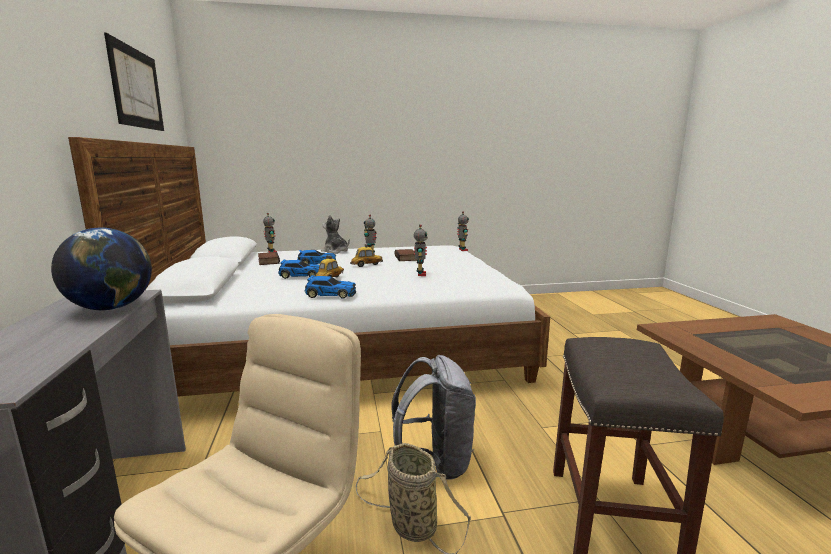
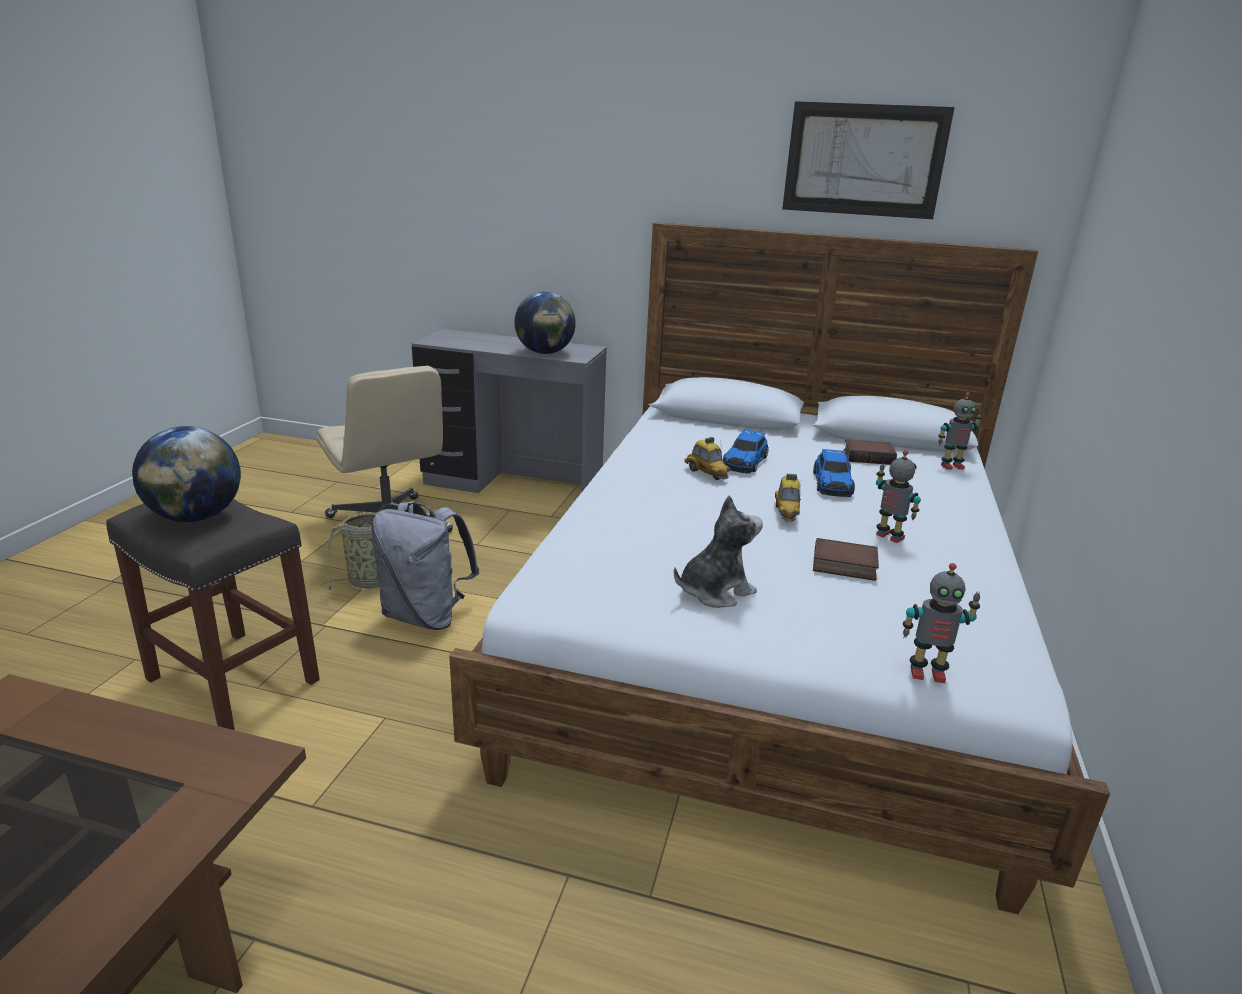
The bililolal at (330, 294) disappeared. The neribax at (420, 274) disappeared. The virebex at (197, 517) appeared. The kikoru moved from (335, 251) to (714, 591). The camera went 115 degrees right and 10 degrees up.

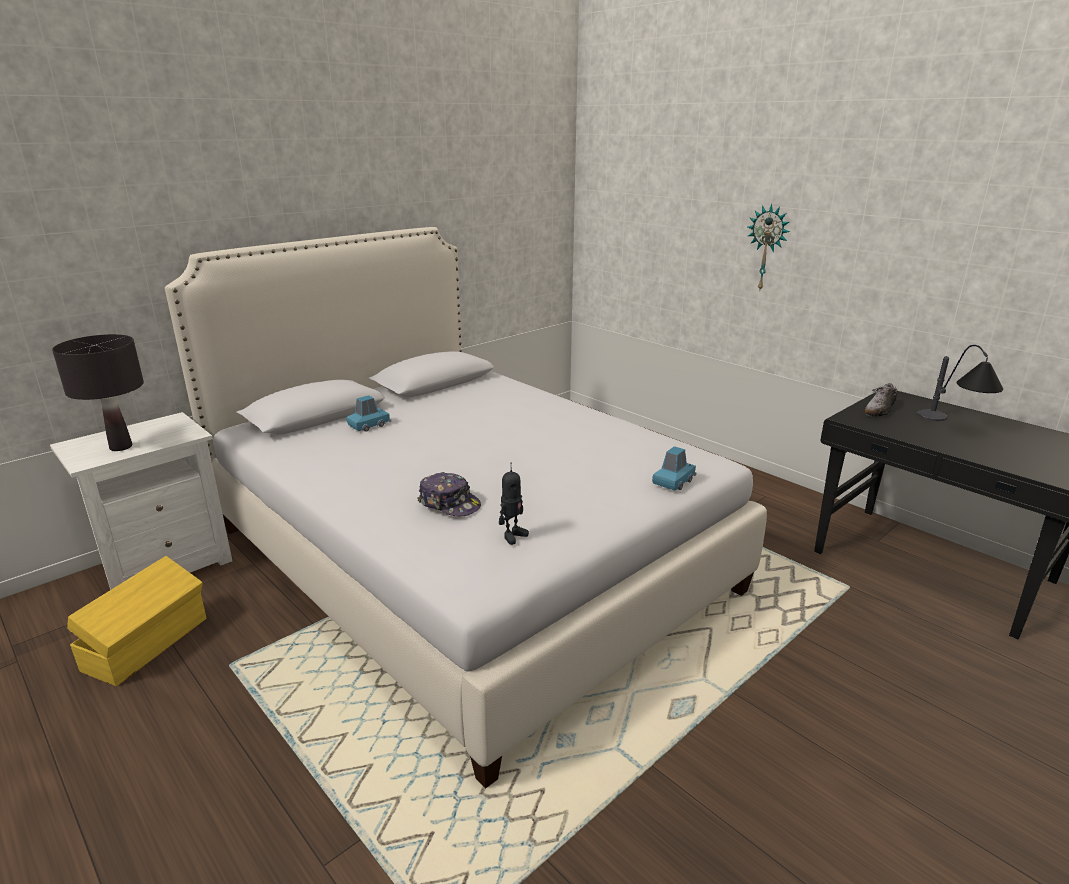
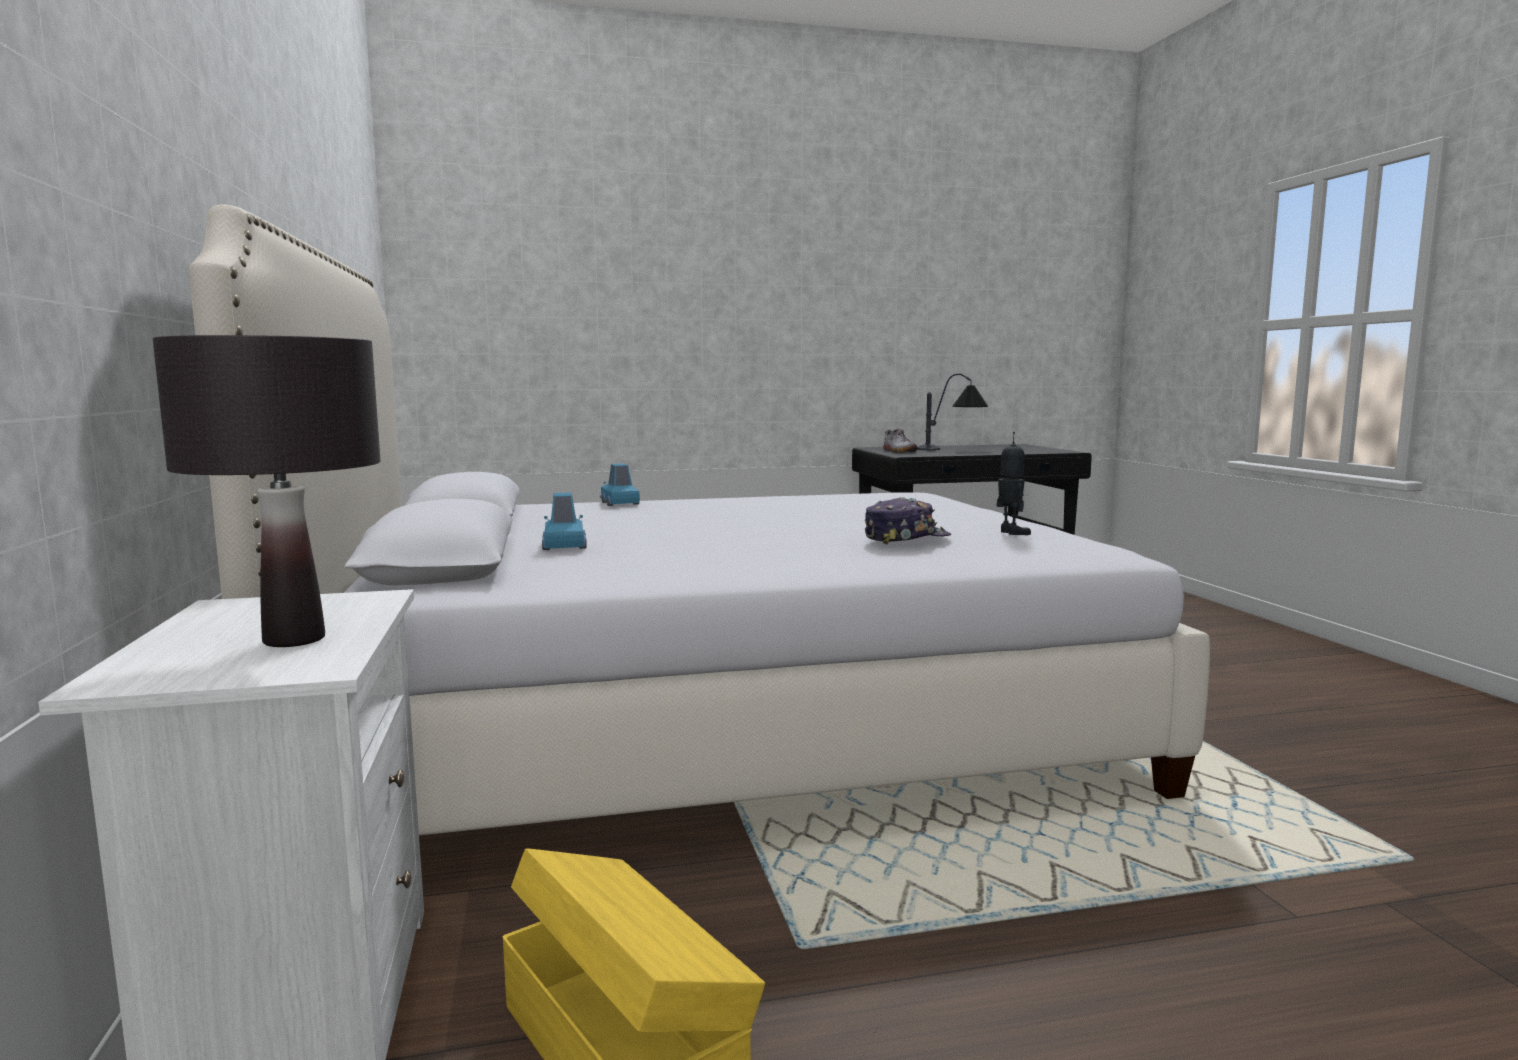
The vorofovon at (767, 248) disappeared. The blue bililolal moved from (673, 481) to (620, 503). The camera went 60 degrees left and 15 degrees down.

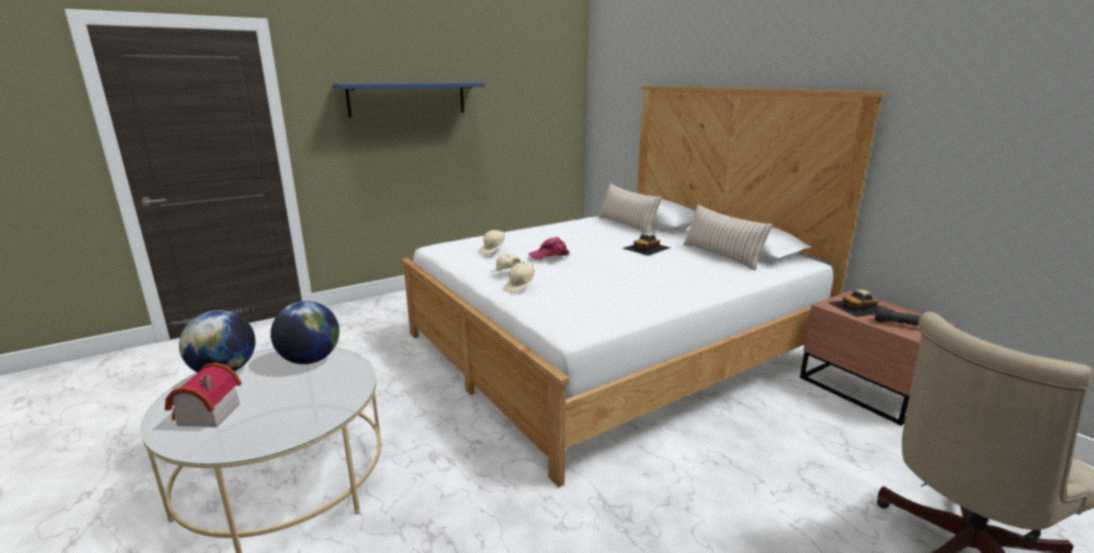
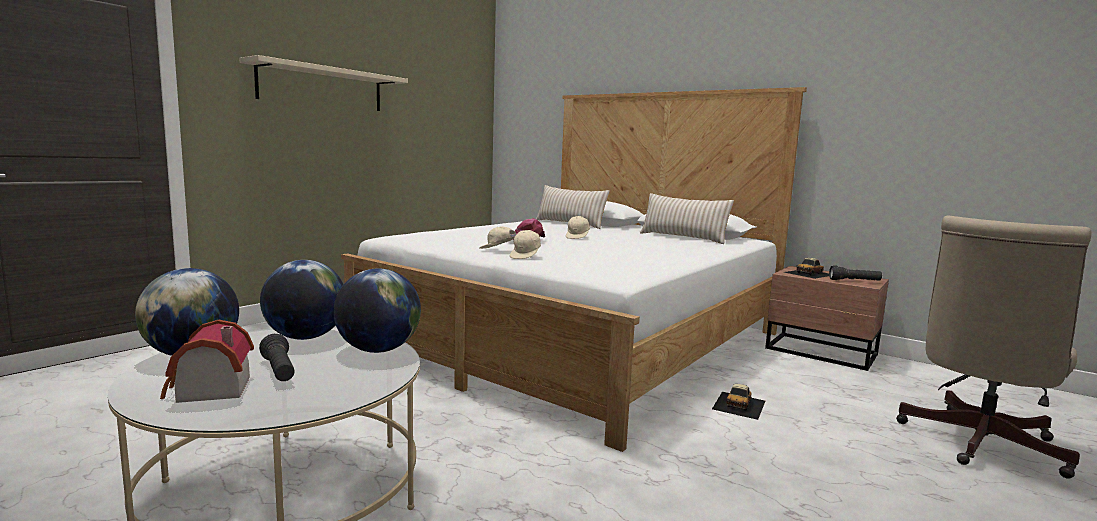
The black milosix at (279, 371) appeared. The virebex at (378, 350) appeared. The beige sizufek moved from (493, 250) to (578, 237). The bililolal moved from (647, 248) to (739, 404). The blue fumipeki at (408, 99) became the beige fumipeki at (322, 87). The camera went 20 degrees left and 10 degrees down.

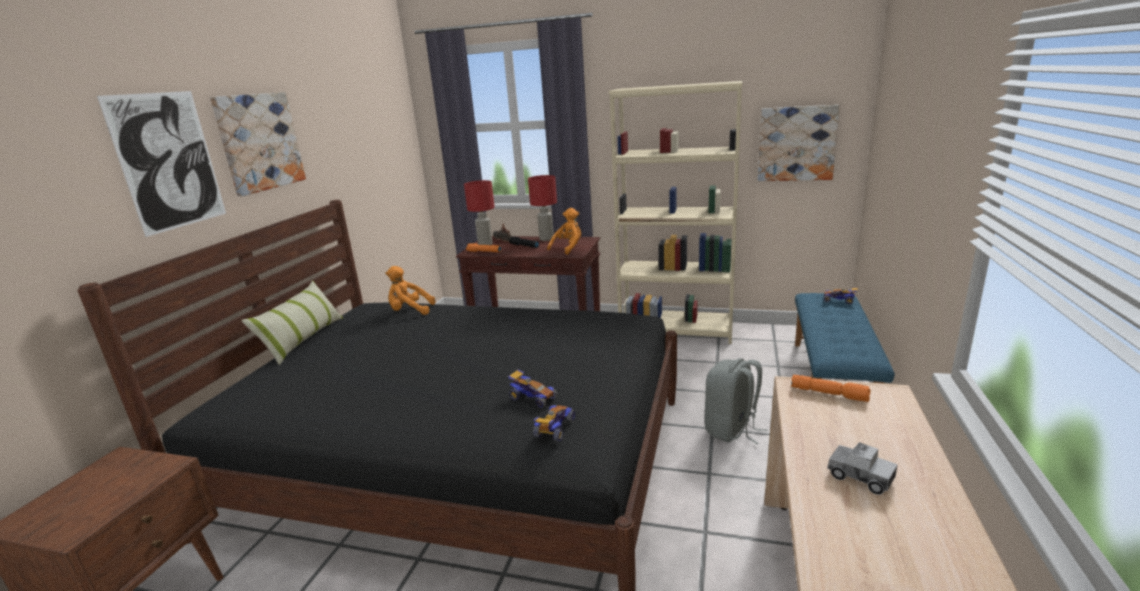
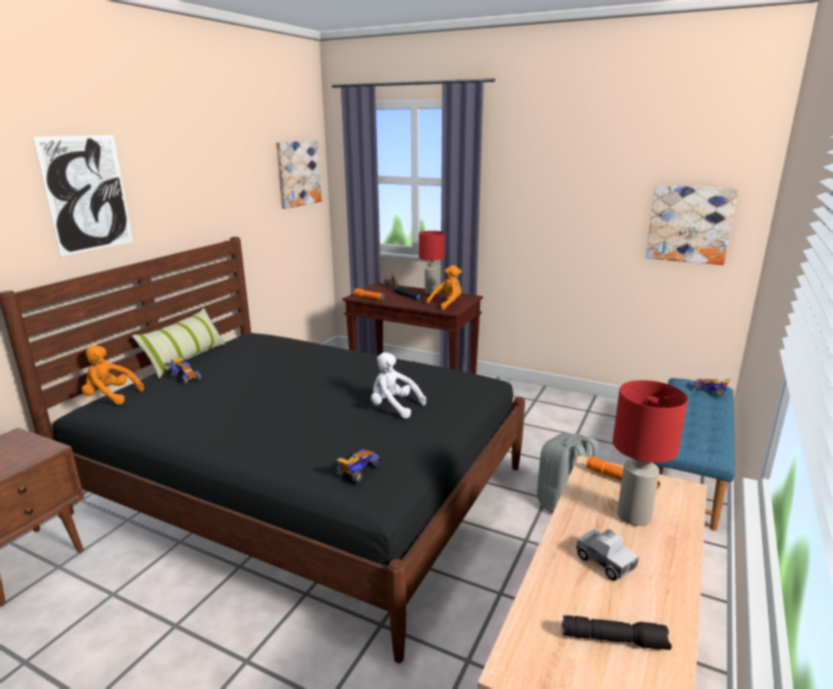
The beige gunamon at (676, 331) disappeared. The white kikoru at (394, 407) appeared. The black milosix at (614, 639) appeared. The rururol moved from (259, 142) to (298, 173). The orange kikoru moved from (409, 311) to (111, 396). The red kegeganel moved from (485, 244) to (633, 516). The bililolal moved from (532, 398) to (185, 378). The camera went 10 degrees right and 0 degrees up.

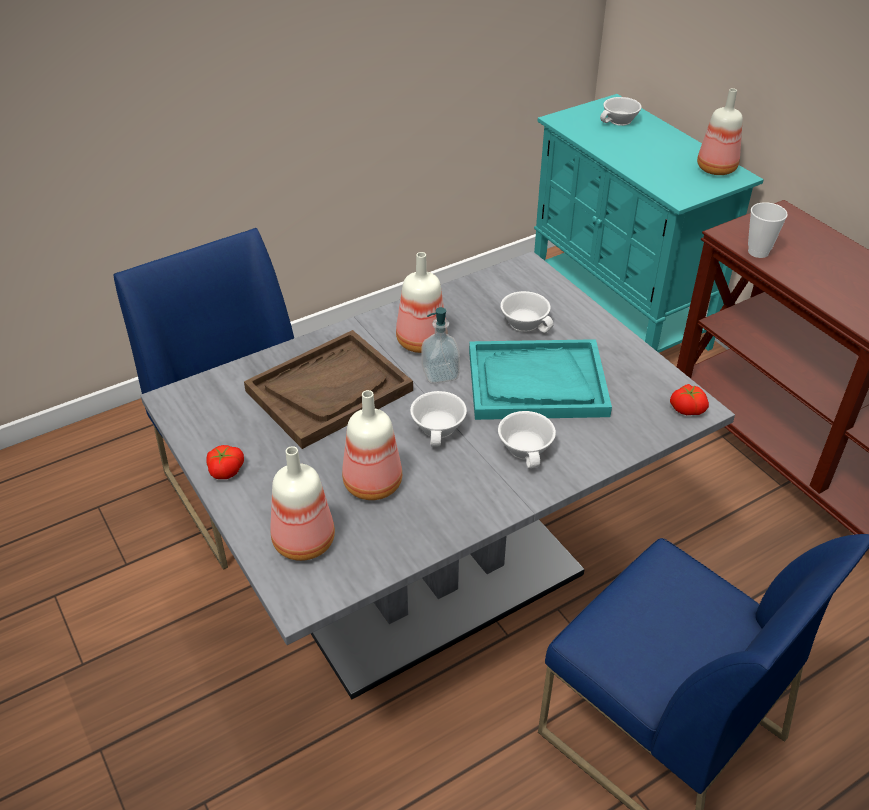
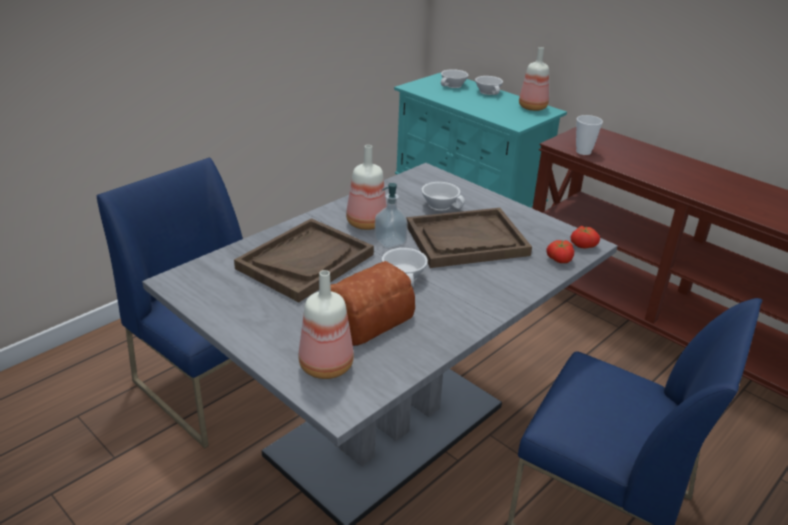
The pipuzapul moved from (225, 470) to (558, 259). The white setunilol moved from (527, 449) to (489, 92). The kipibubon at (371, 483) was replaced by the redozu at (365, 319). The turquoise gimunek at (536, 383) became the brown gimunek at (466, 240). The camera went 15 degrees left and 10 degrees down.

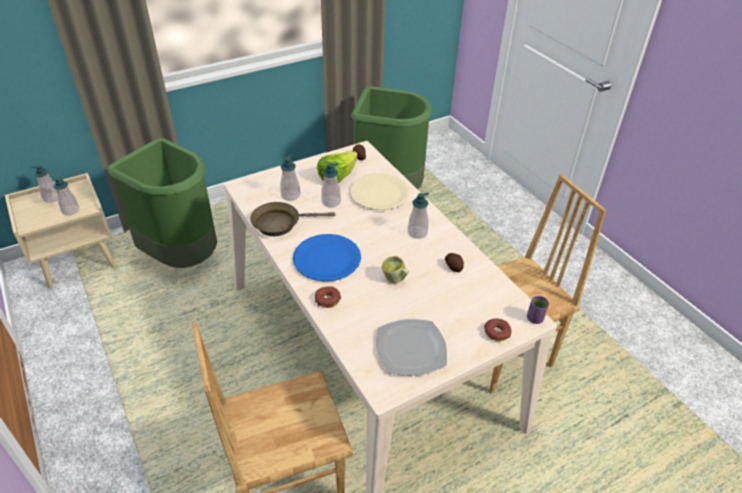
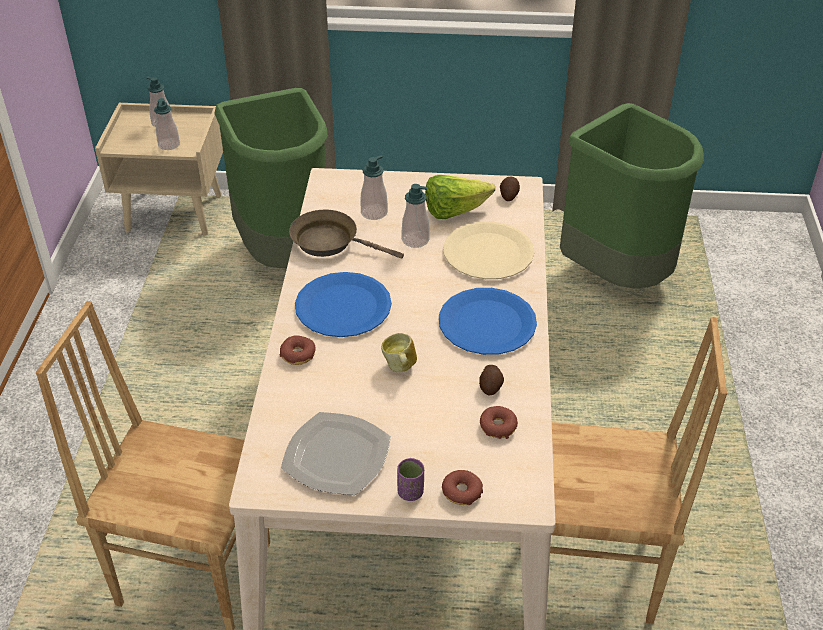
The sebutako at (498, 426) appeared. The purple setunilol moved from (535, 318) to (410, 492). The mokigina at (417, 232) was replaced by the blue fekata at (487, 323). The camera went 35 degrees right and 0 degrees up.

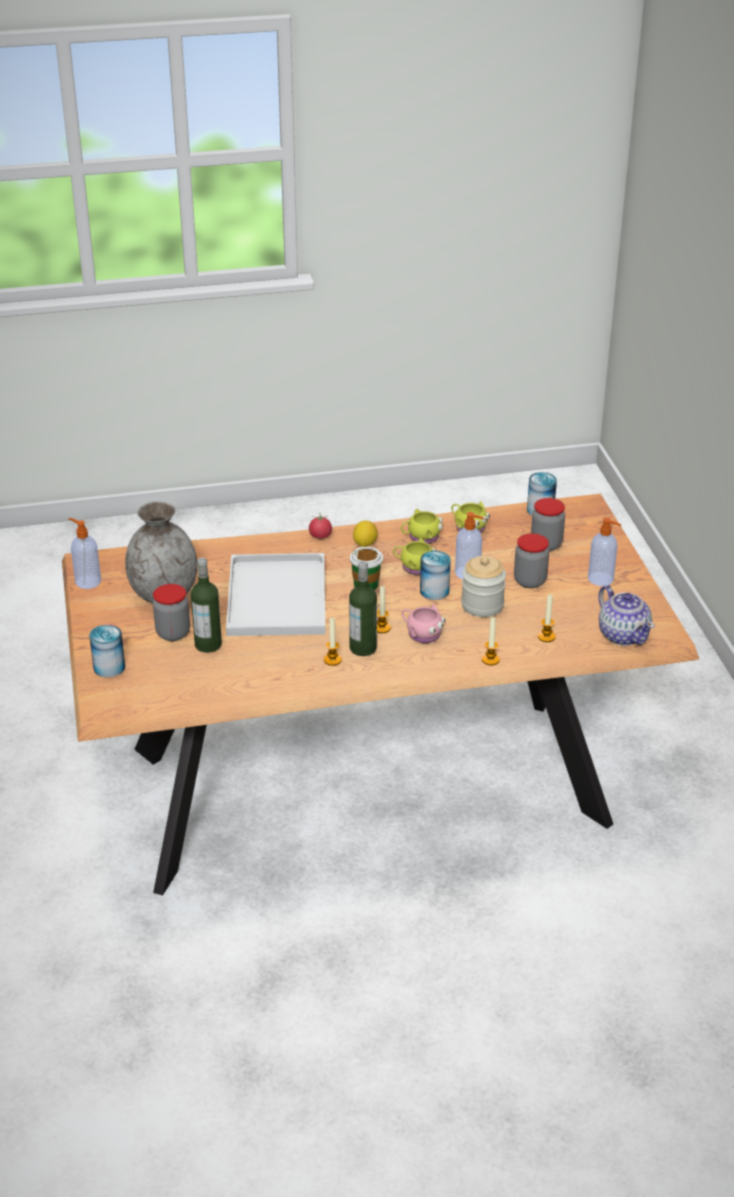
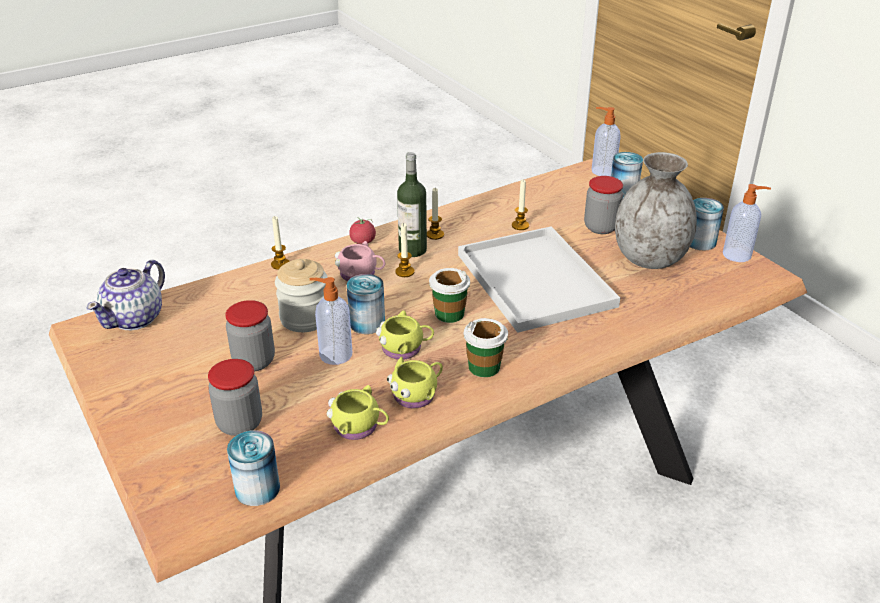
The kipibubon at (208, 644) disappeared. The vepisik at (700, 242) appeared. The pipuzapul moved from (320, 536) to (363, 241). The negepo moved from (546, 637) to (520, 225). The mokigina moved from (601, 579) to (602, 171). The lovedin at (365, 544) was replaced by the setunilol at (484, 367). The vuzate at (623, 635) turned 105 degrees counterclockwise. The camera went 160 degrees right and 0 degrees up.

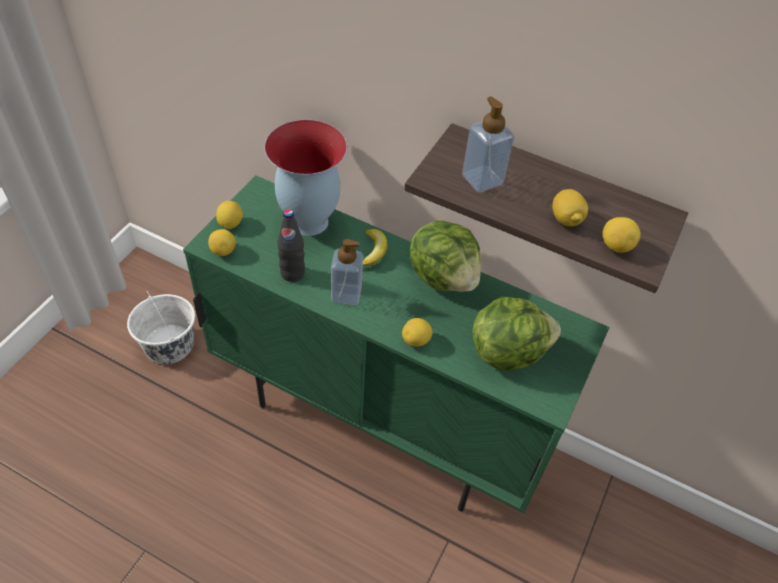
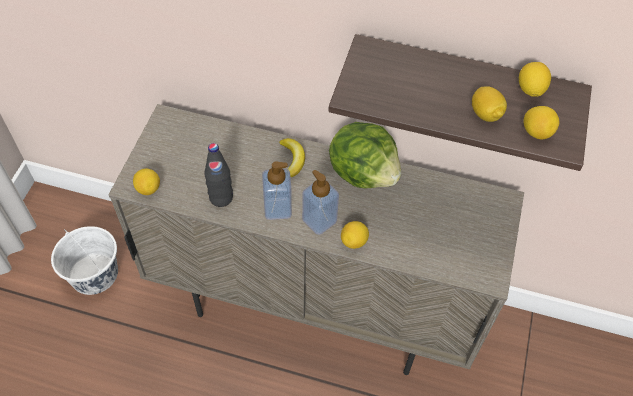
The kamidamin at (307, 222) disappeared. The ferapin at (507, 351) disappeared. The lovedin moved from (230, 223) to (530, 89). The mokigina moved from (482, 179) to (319, 221). The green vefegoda at (380, 421) became the beige vefegoda at (314, 306). The camera went 10 degrees left and 5 degrees up.

